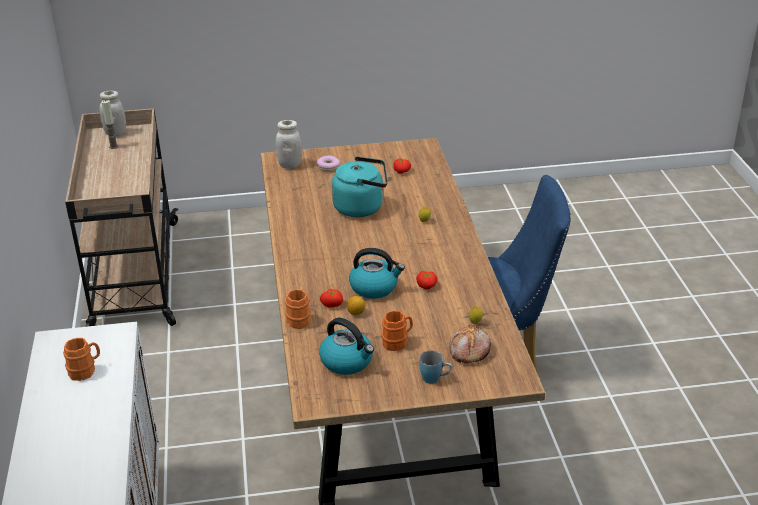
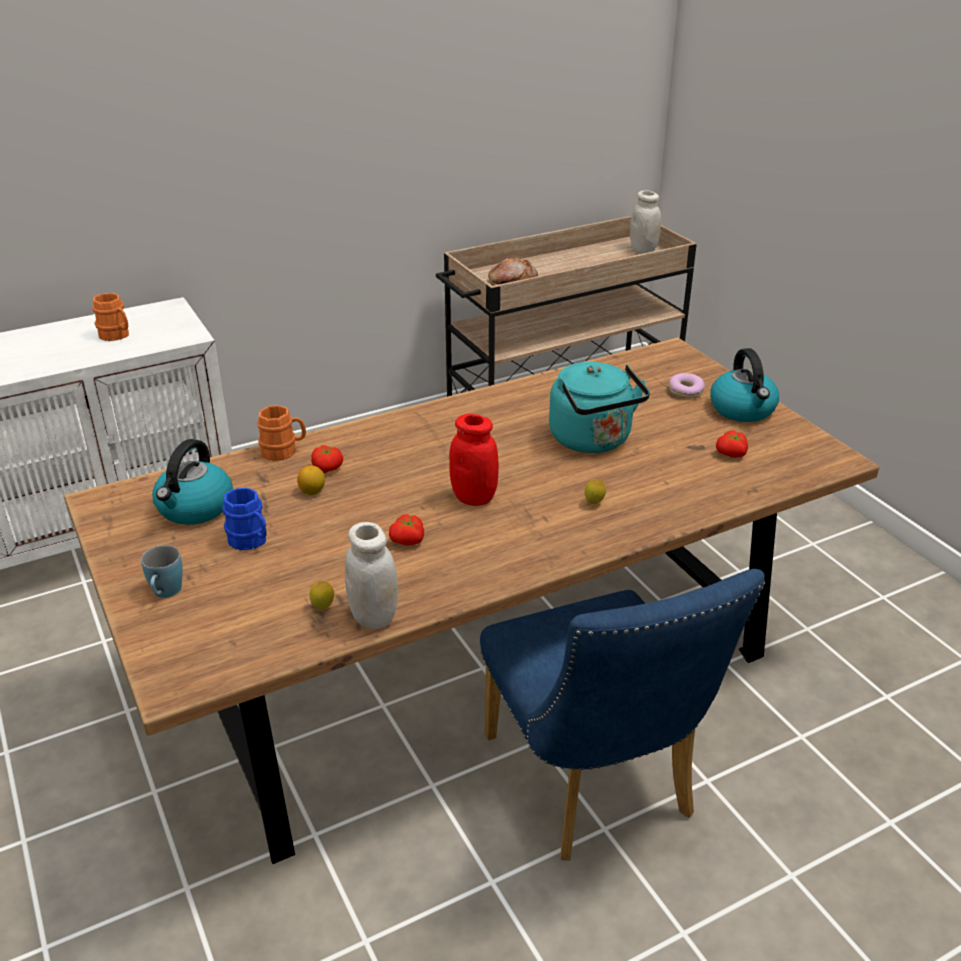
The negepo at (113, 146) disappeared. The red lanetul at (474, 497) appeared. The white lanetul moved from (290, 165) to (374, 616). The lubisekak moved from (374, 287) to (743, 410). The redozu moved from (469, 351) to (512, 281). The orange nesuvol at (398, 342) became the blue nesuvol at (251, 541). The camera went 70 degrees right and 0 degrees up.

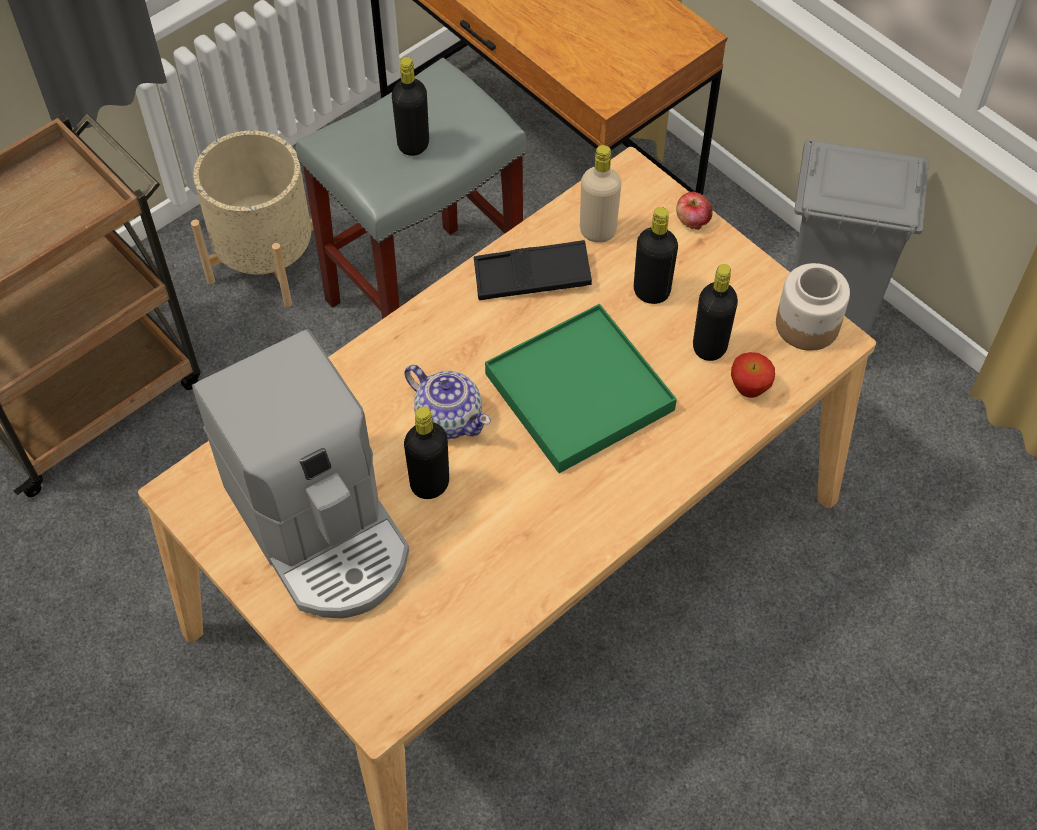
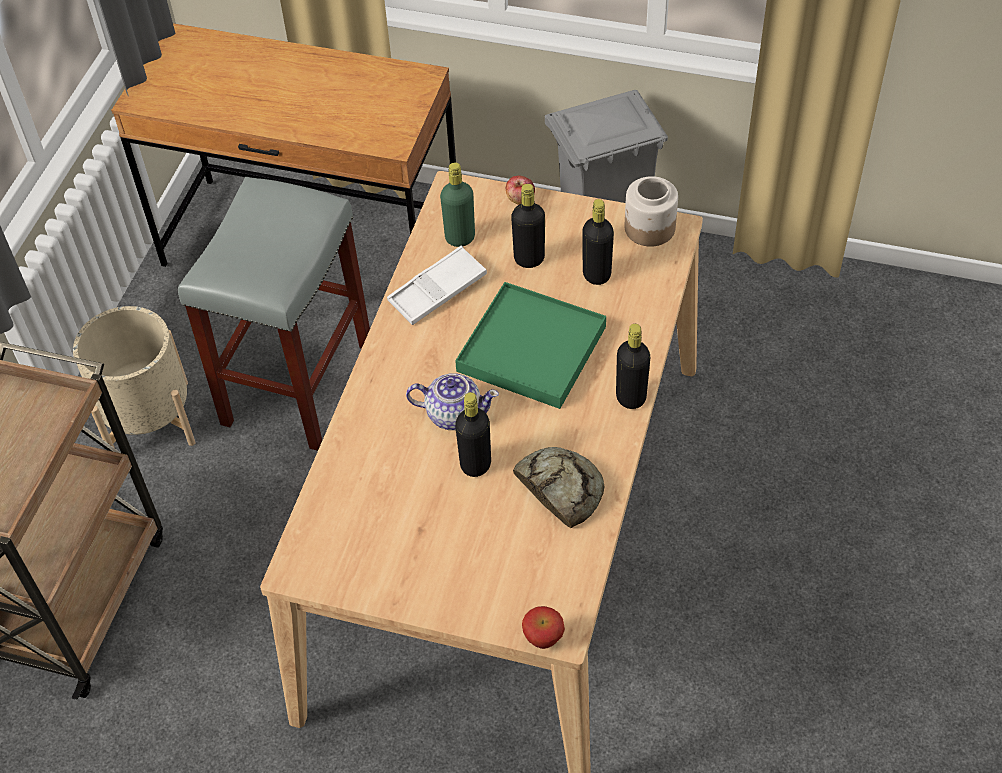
The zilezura at (321, 528) disappeared. The redozu at (560, 488) appeared. The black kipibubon moved from (413, 144) to (631, 397). The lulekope moved from (749, 390) to (543, 640). The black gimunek at (532, 277) became the white gimunek at (437, 291). The beige kipibubon at (597, 231) became the green kipibubon at (460, 238). The camera went 30 degrees left and 5 degrees down.

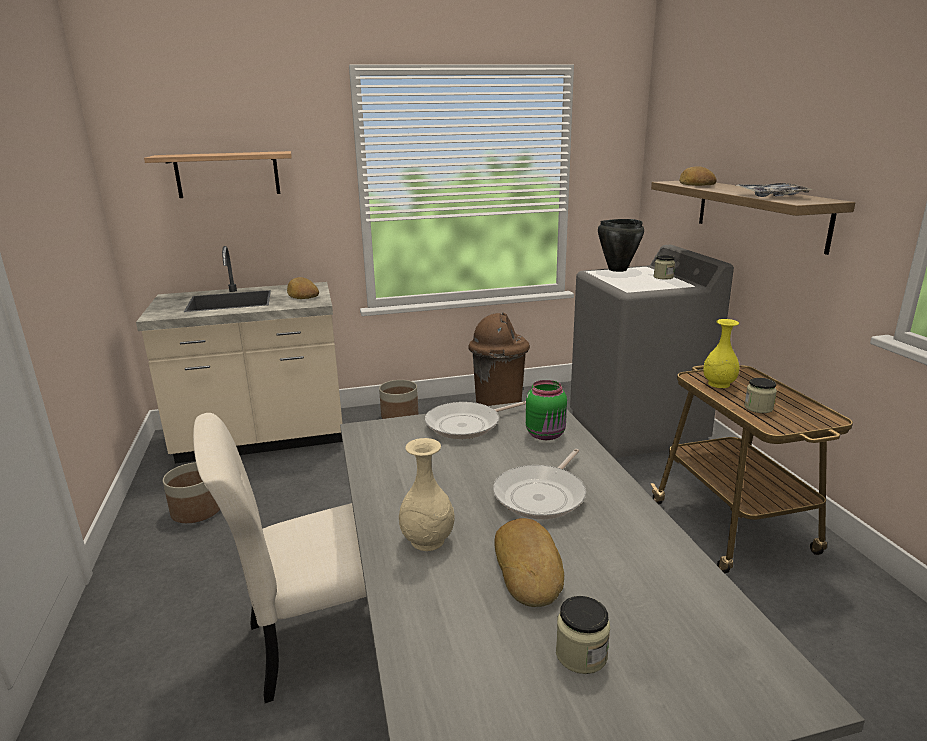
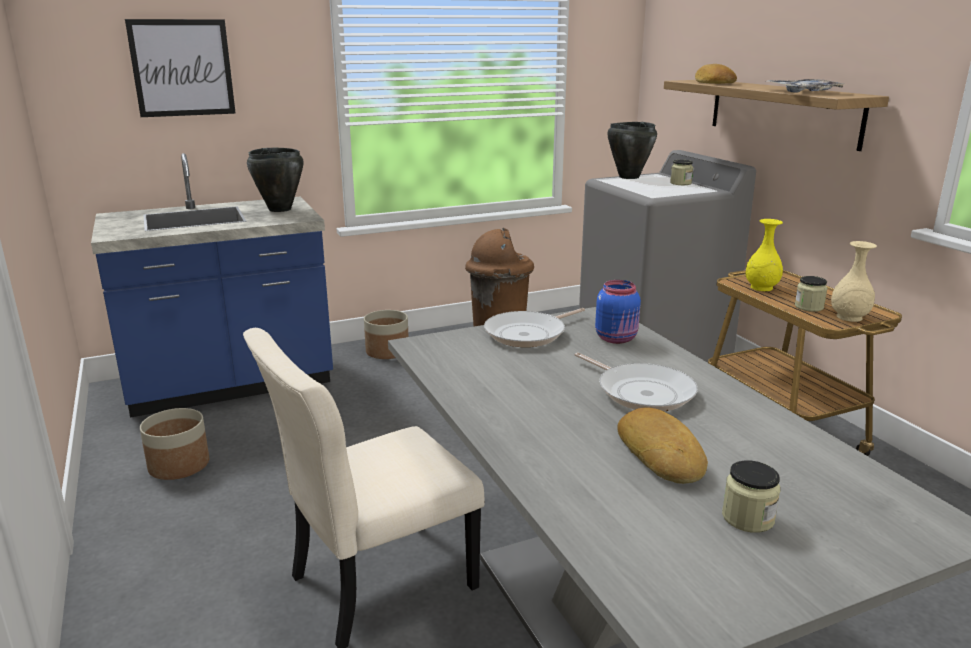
The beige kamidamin moved from (427, 541) to (849, 317). The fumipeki at (227, 174) was replaced by the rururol at (182, 68). The redozu at (302, 294) was replaced by the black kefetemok at (279, 209). The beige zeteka at (262, 440) became the blue zeteka at (231, 385). The green lanetul at (546, 434) became the blue lanetul at (617, 338). The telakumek at (542, 495) turned 60 degrees counterclockwise. The camera went 10 degrees left and 0 degrees up.

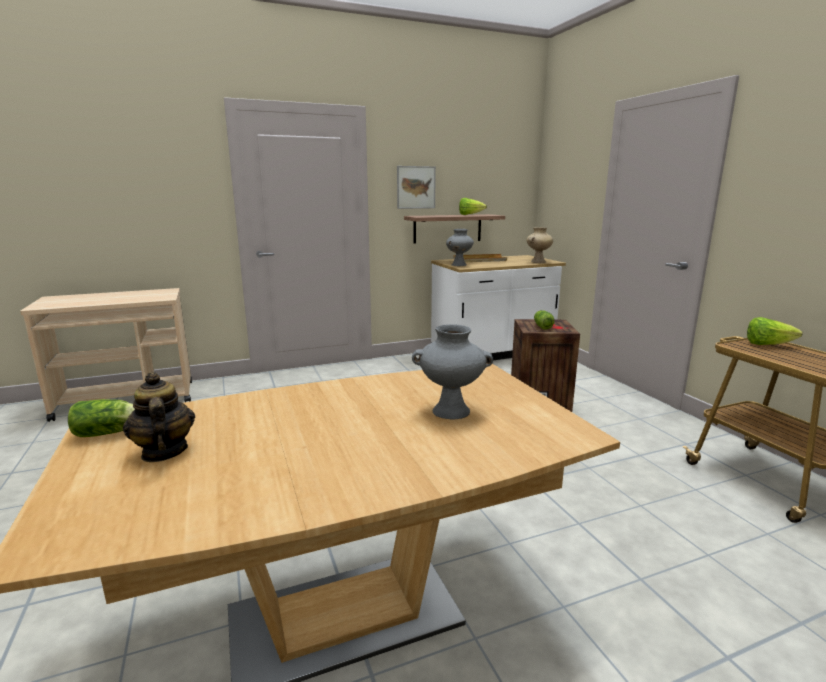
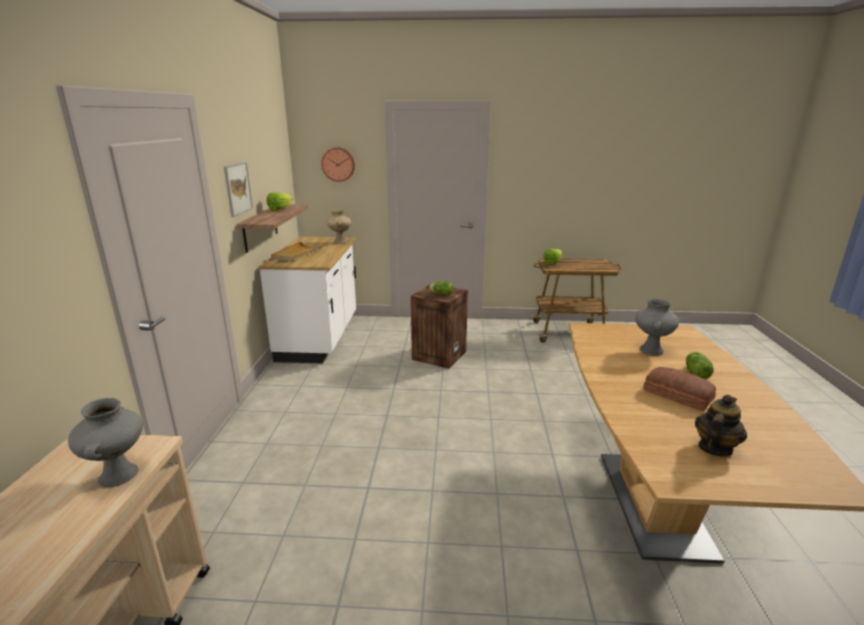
The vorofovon at (338, 164) appeared. The redozu at (678, 395) appeared. The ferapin moved from (110, 433) to (695, 373). The grey kamidamin moved from (459, 265) to (119, 475). The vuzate at (164, 452) turned 135 degrees clockwise. The camera went 65 degrees left and 5 degrees up.

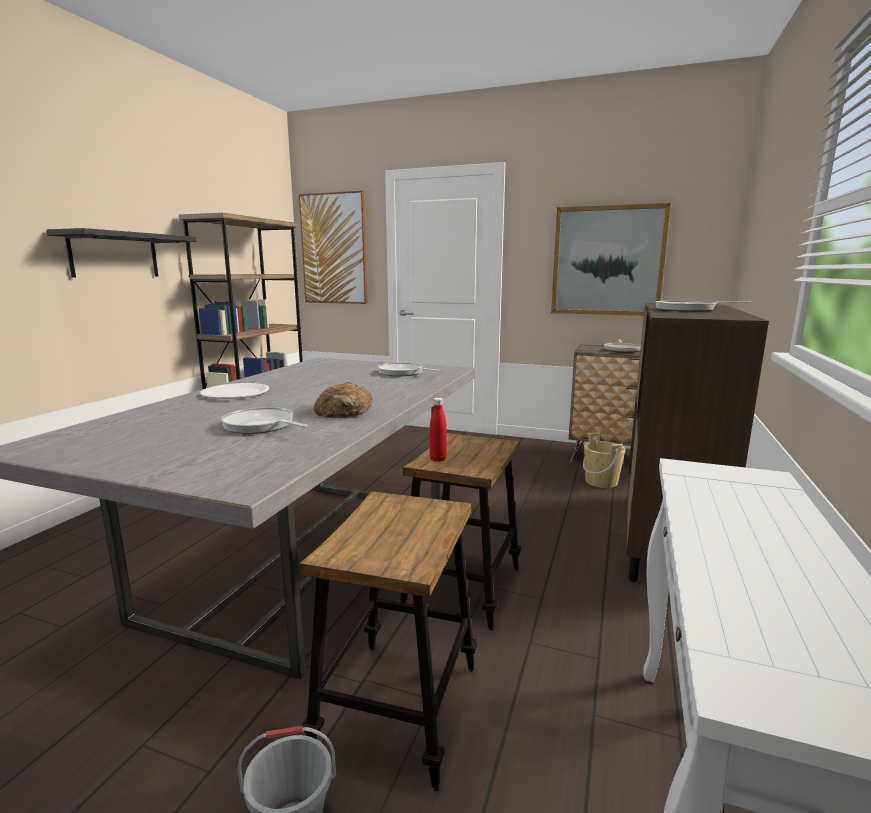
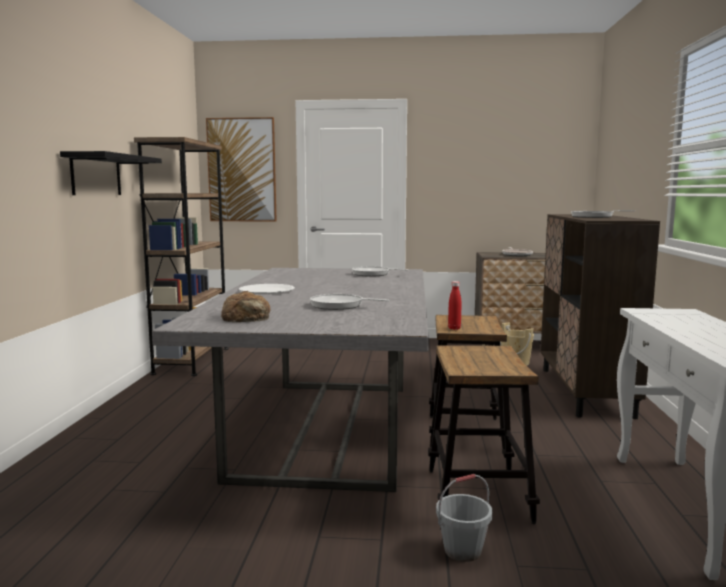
The rururol at (607, 261) disappeared. The redozu moved from (345, 410) to (247, 316). The camera went 15 degrees left and 5 degrees down.

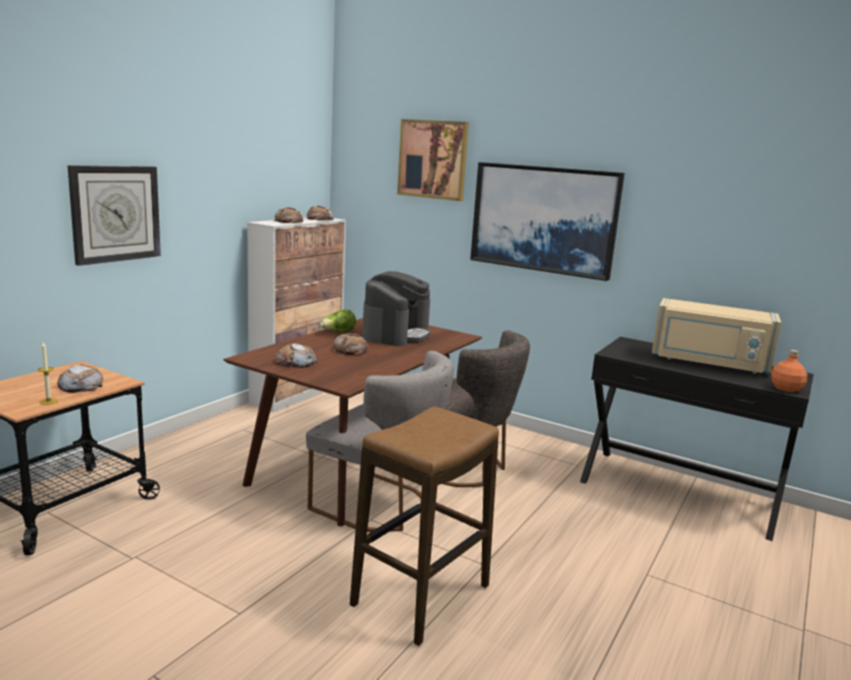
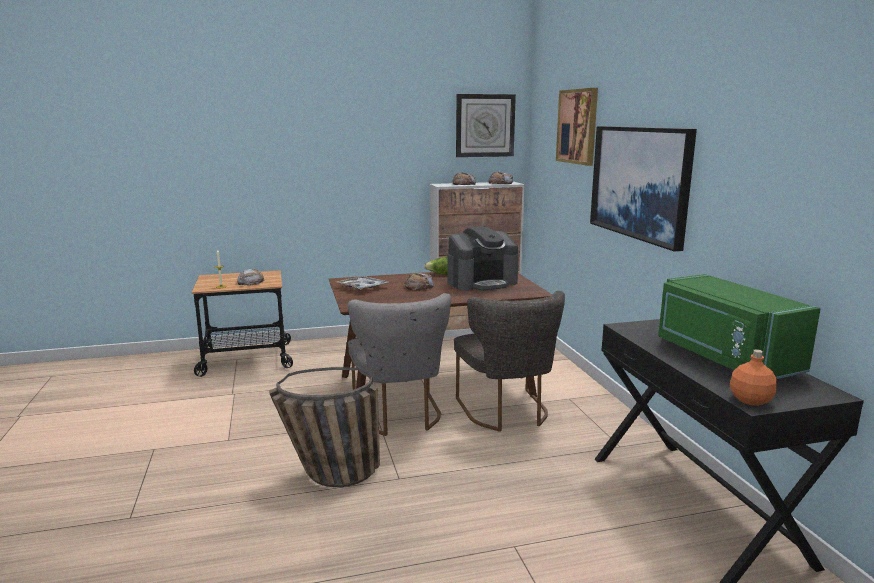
The vorofovon moved from (115, 213) to (485, 125). The redozu at (295, 362) was replaced by the gimunek at (362, 287). The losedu at (421, 595) was replaced by the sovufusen at (327, 476). The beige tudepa at (708, 363) became the green tudepa at (723, 357). The camera went 45 degrees right and 0 degrees up.

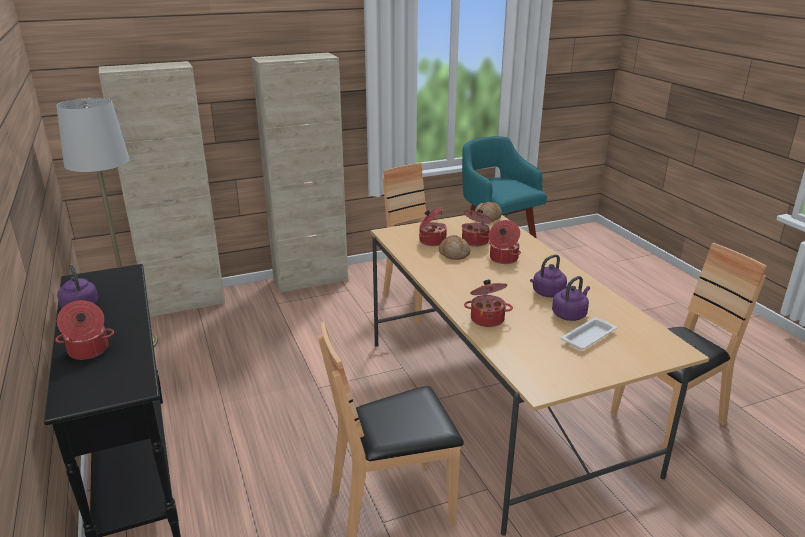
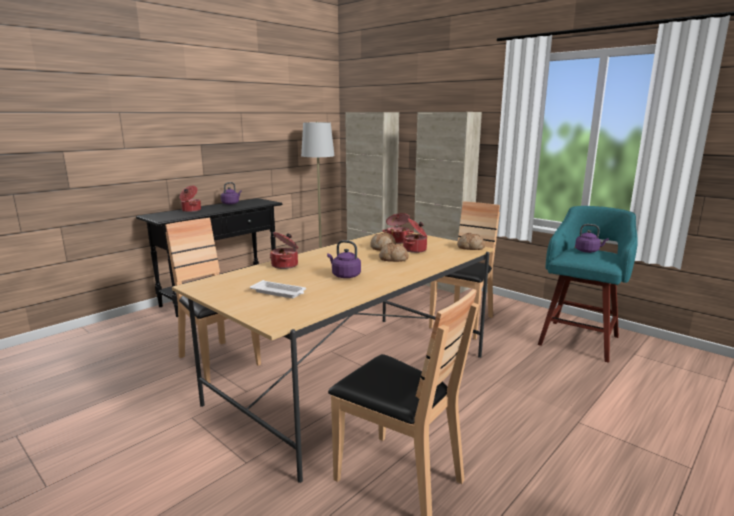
The purple lubisekak moved from (570, 314) to (588, 251). The kefetemok at (503, 259) was replaced by the redozu at (393, 259). The camera went 65 degrees right and 10 degrees down.

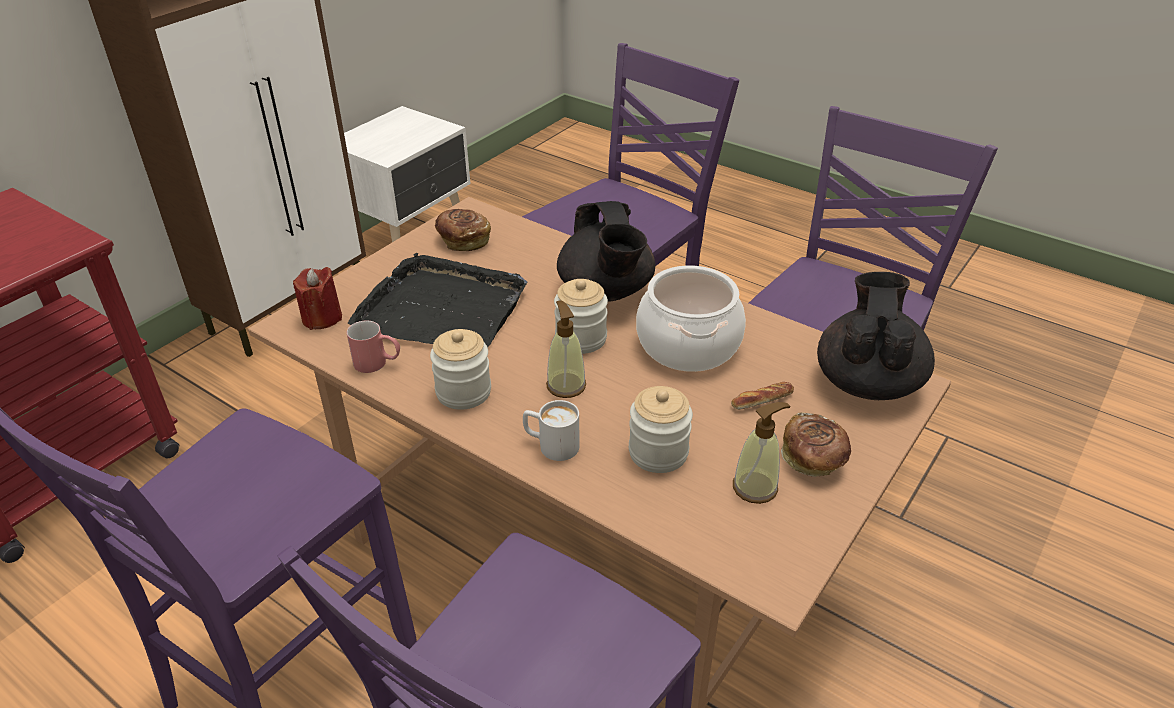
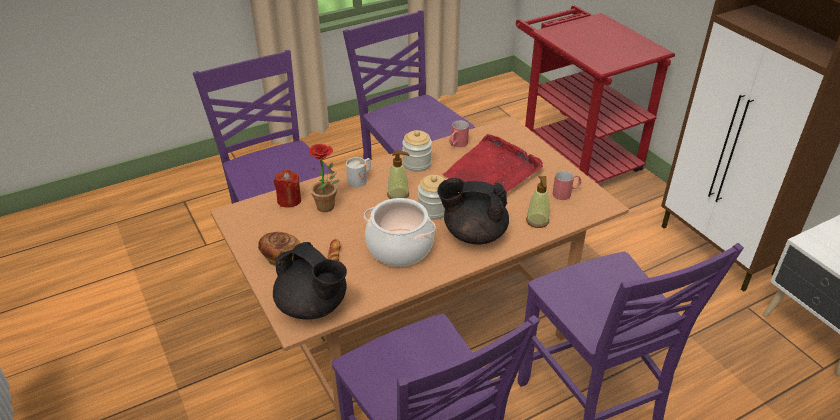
The red negepo moved from (322, 318) to (289, 200). The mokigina moved from (755, 487) to (537, 221). The redozu at (463, 240) was replaced by the red nesuvol at (566, 193). The lanetul at (658, 452) was replaced by the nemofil at (328, 208). The black gimunek at (442, 309) became the red gimunek at (493, 171). The camera went 115 degrees right and 0 degrees up.

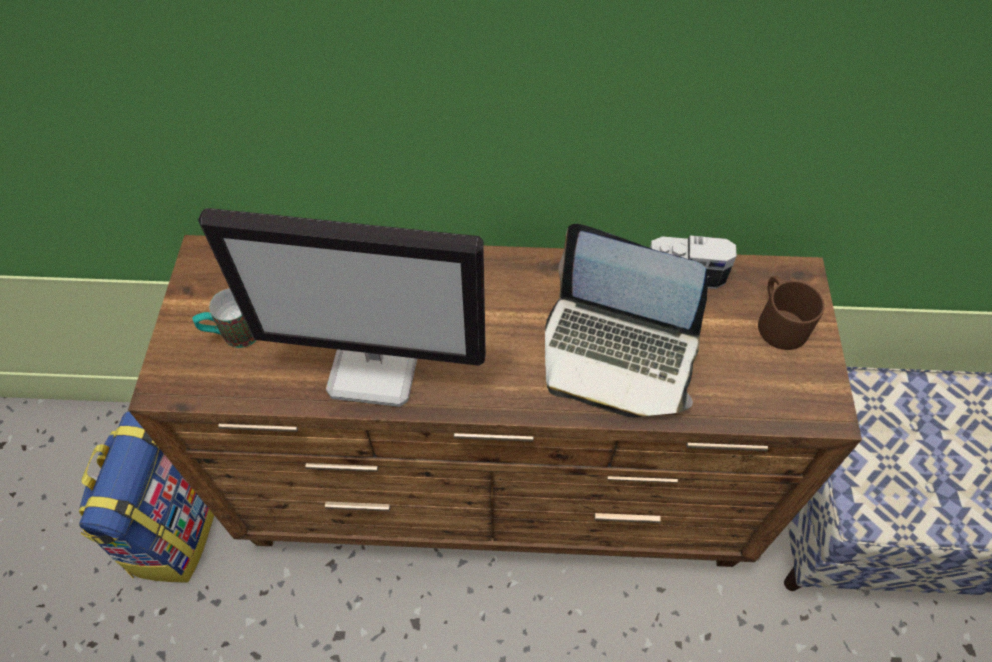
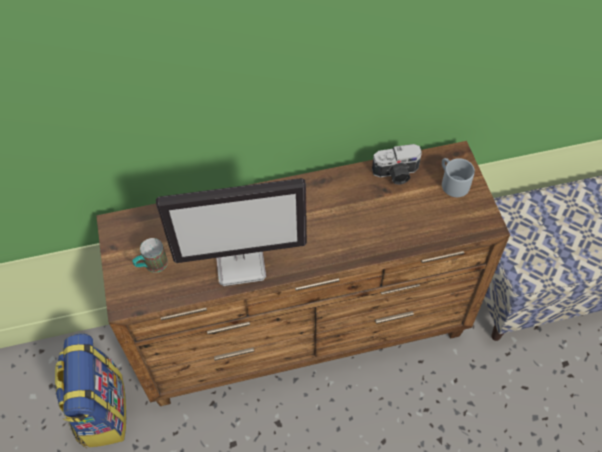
The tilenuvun at (618, 352) disappeared. The brown nesuvol at (777, 321) became the grey nesuvol at (451, 182). The camera went 15 degrees left and 0 degrees up.

